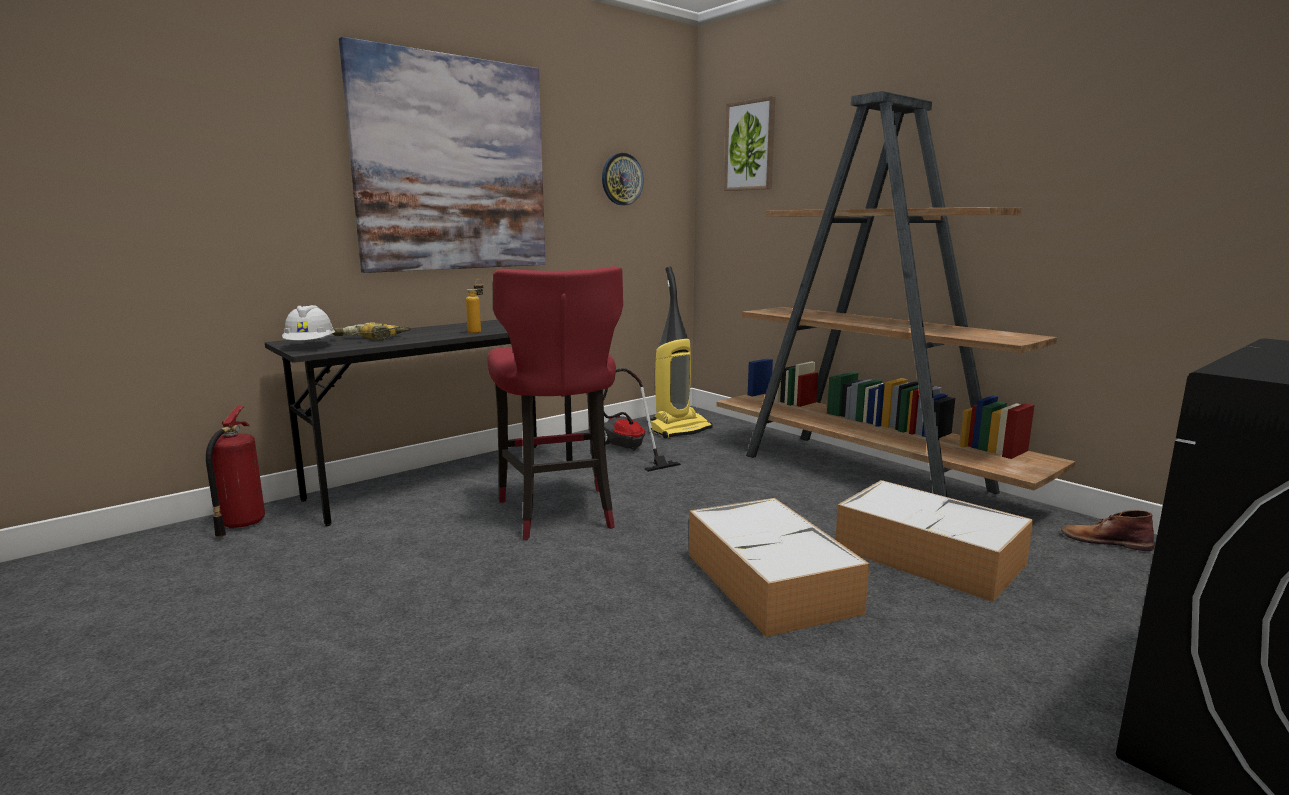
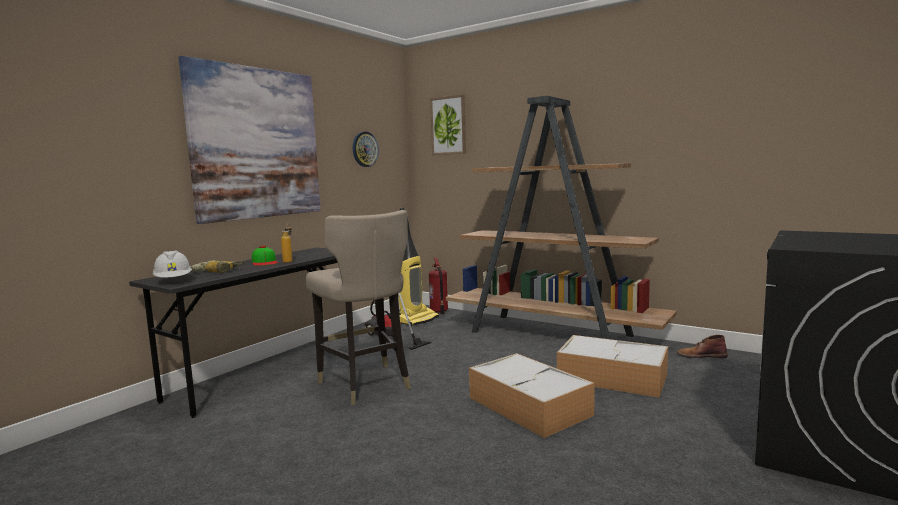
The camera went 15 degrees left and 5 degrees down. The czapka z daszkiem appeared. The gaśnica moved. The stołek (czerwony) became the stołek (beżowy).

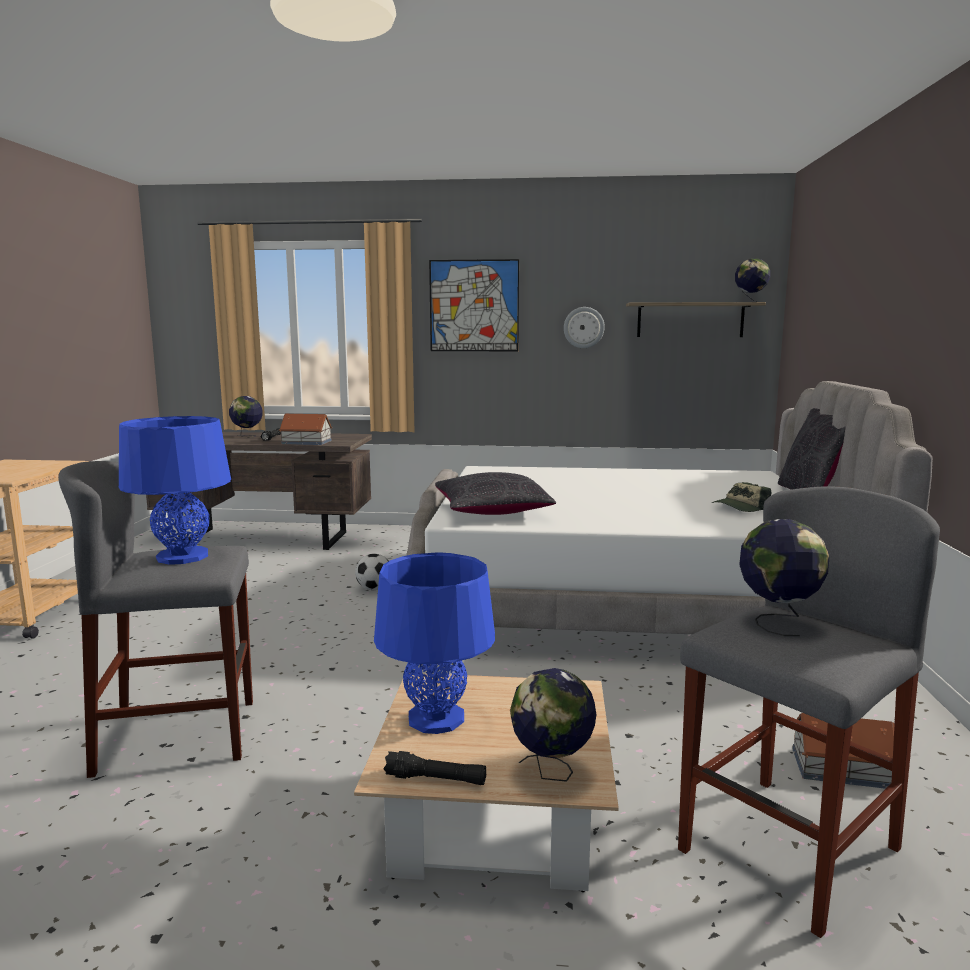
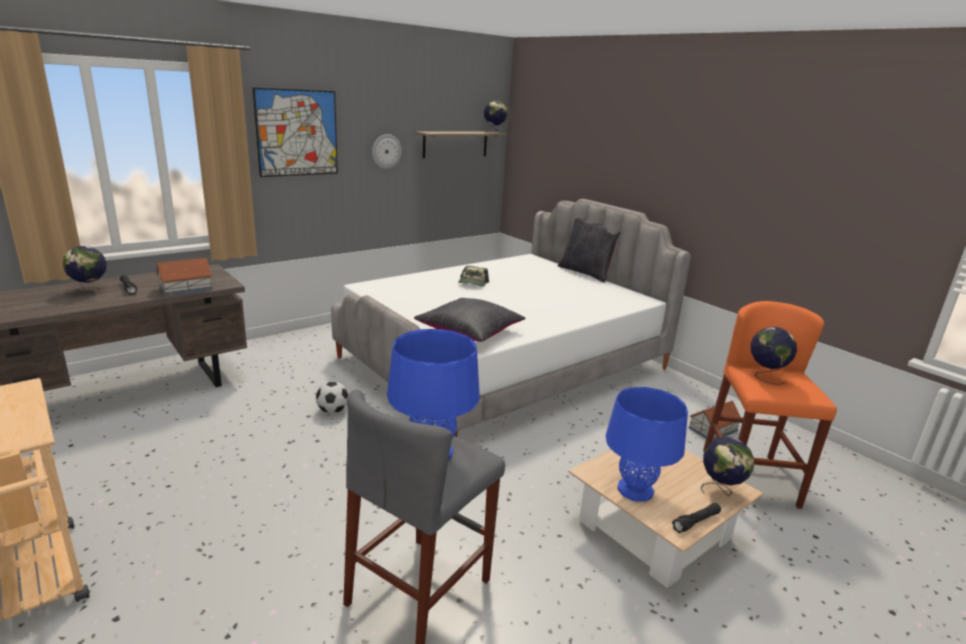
The camera went 45 degrees left and 10 degrees up. The czapka z daszkiem moved. The stołek (szary) (2nd from left) became the stołek (pomarańczowy).

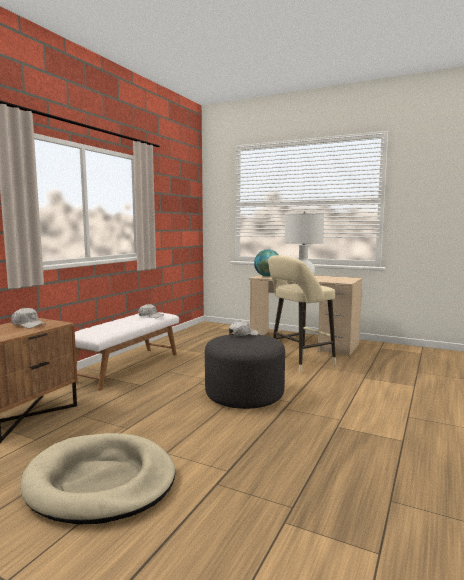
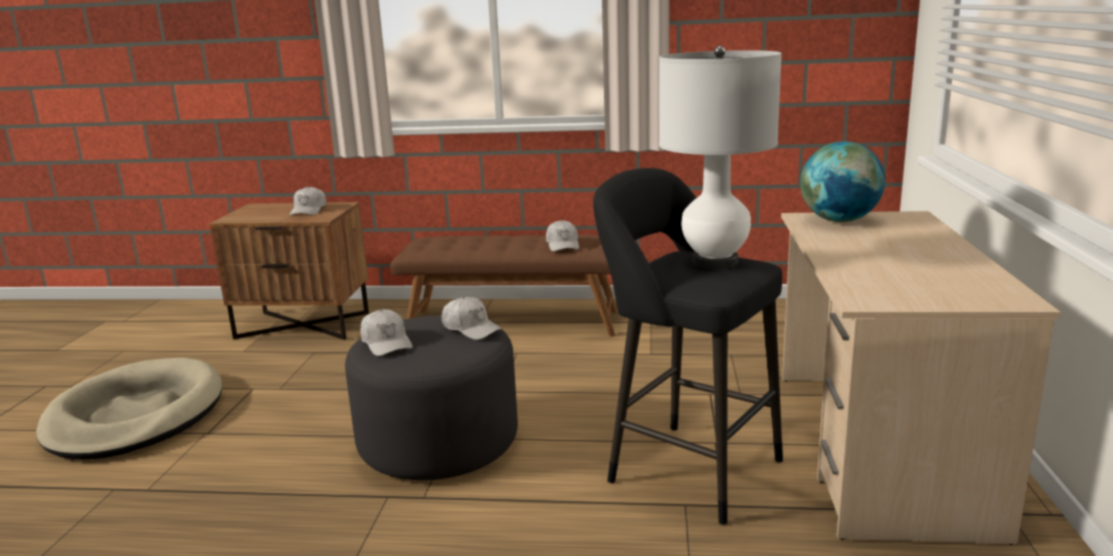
The camera went 70 degrees right and 10 degrees up. The czapka z daszkiem (biały) (2nd from left) appeared. The ławka (biały) became the ławka (brązowy). The stołek (beżowy) became the stołek (czarny).

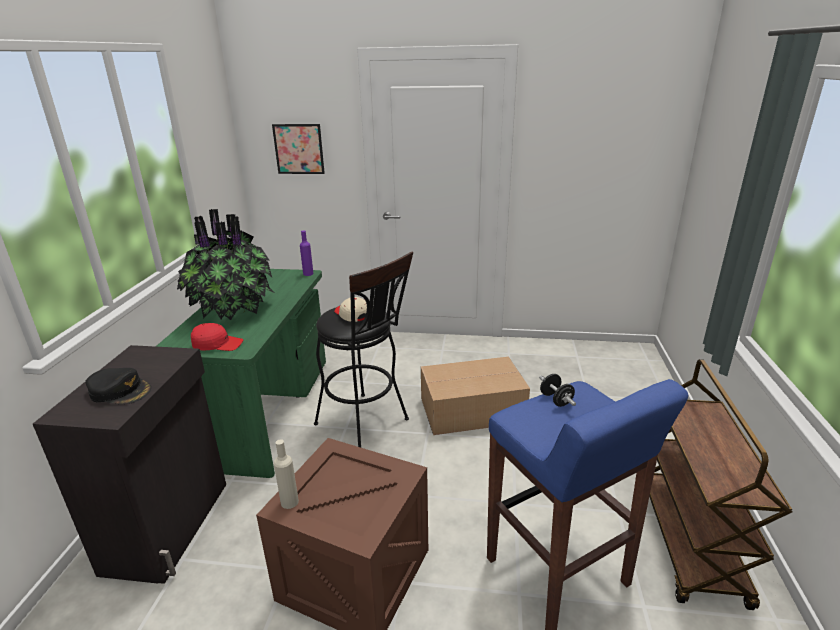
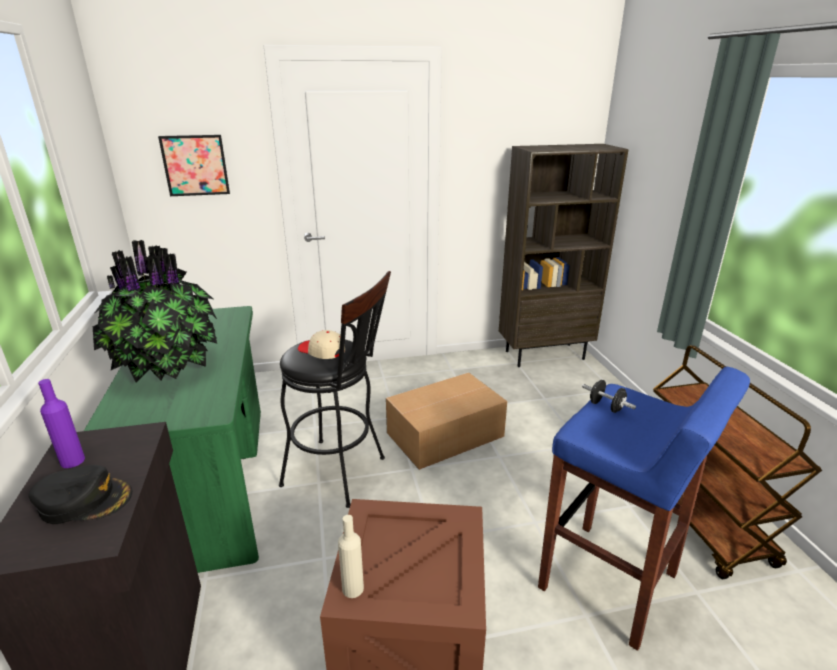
The camera went 20 degrees left and 0 degrees up. The czapka z daszkiem (czerwony) disappeared. The regał (brązowy) appeared. The butelka (fioletowy) moved.

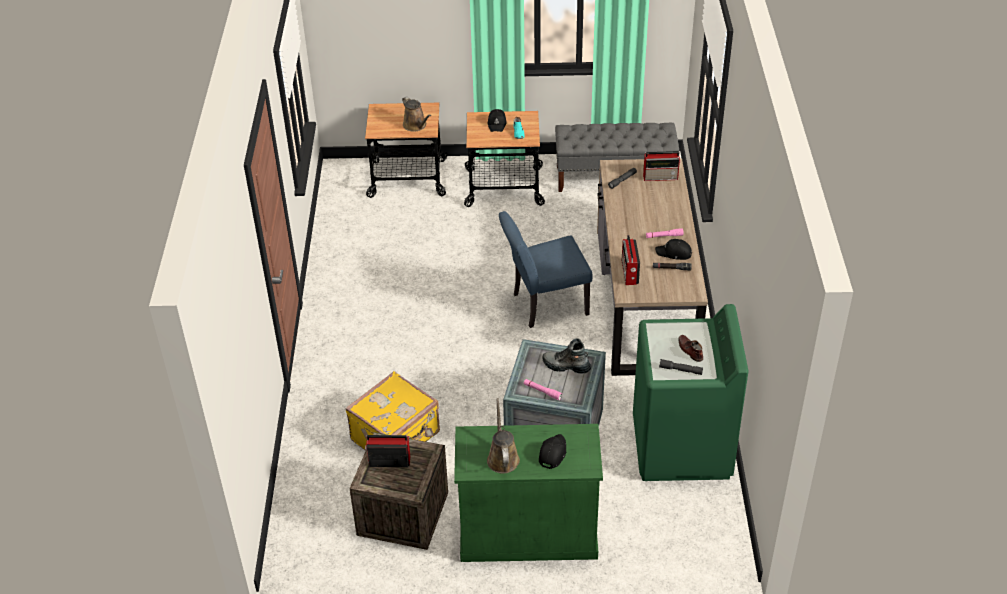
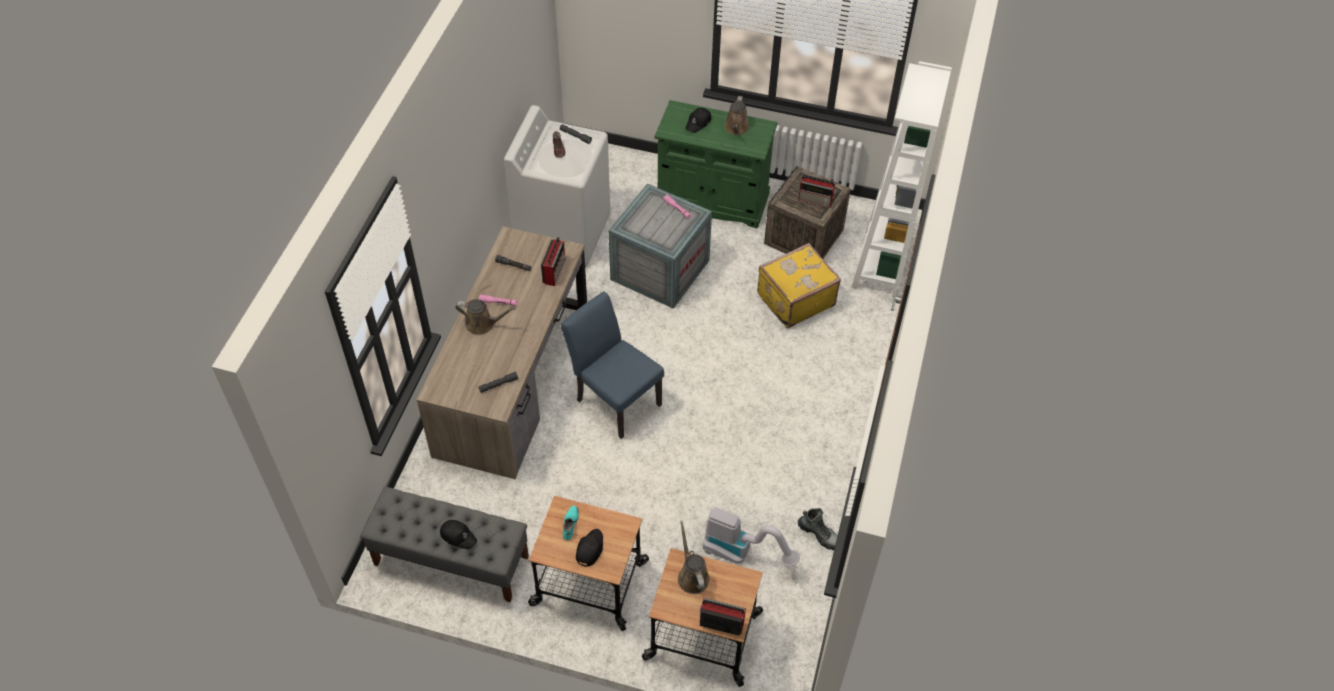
The camera went 165 degrees left and 10 degrees up. The konewka (brązowy) (1st from left) appeared. The odkurzacz appeared. The regał (biały) appeared. The but z cholewką moved. The radio (3rd from left in the first image) moved. The czapka z daszkiem (czarny) (3rd from left in the first image) moved. The pralka (zielony) became the pralka (biały). The krzesło (niebieski) turned 135 degrees counterclockwise.

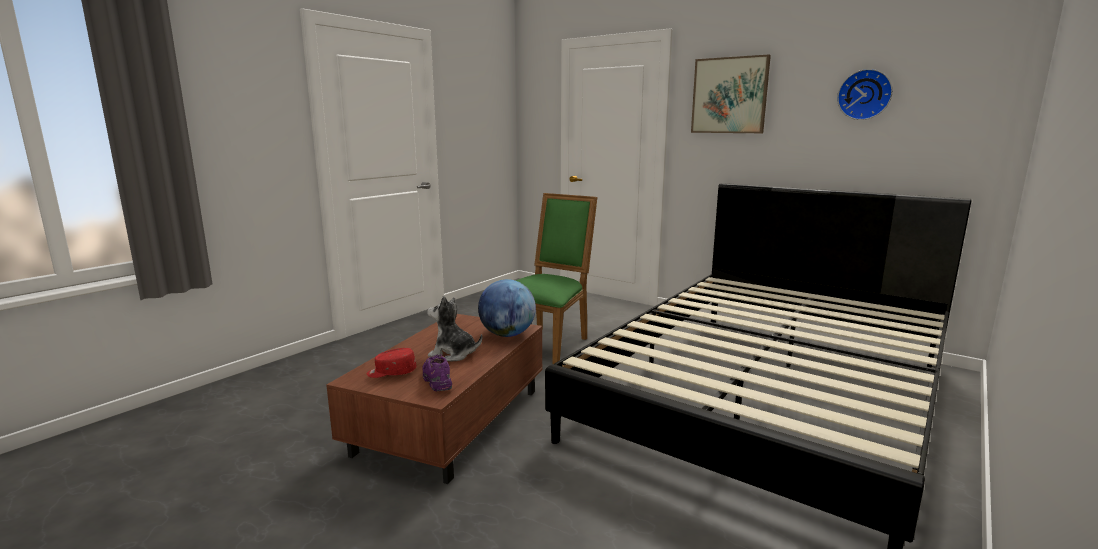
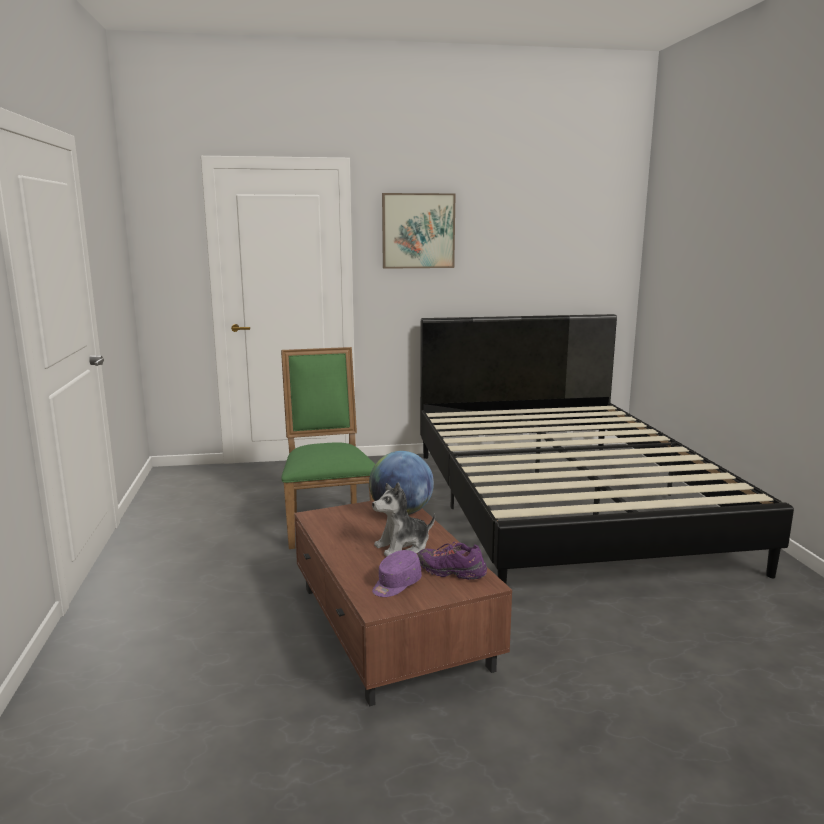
The camera went 45 degrees left and 0 degrees up. The zegar ścienny disappeared. The czapka z daszkiem (czerwony) became the czapka z daszkiem (fioletowy).

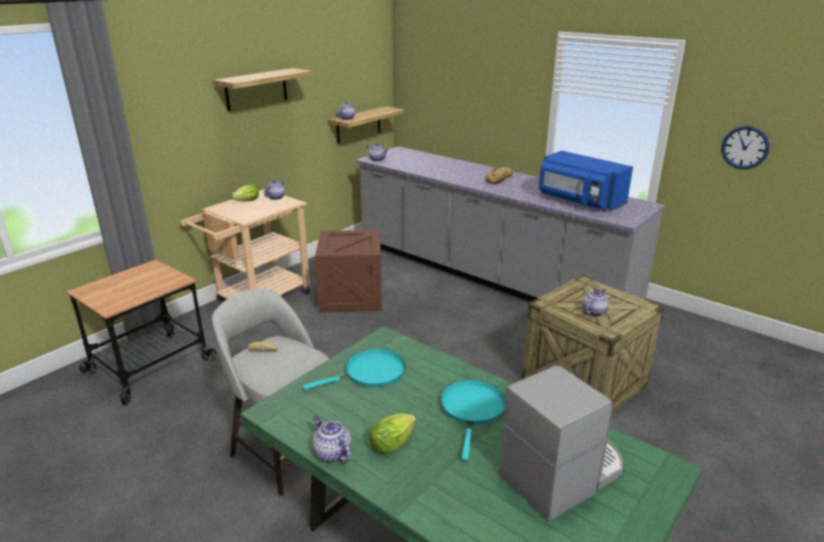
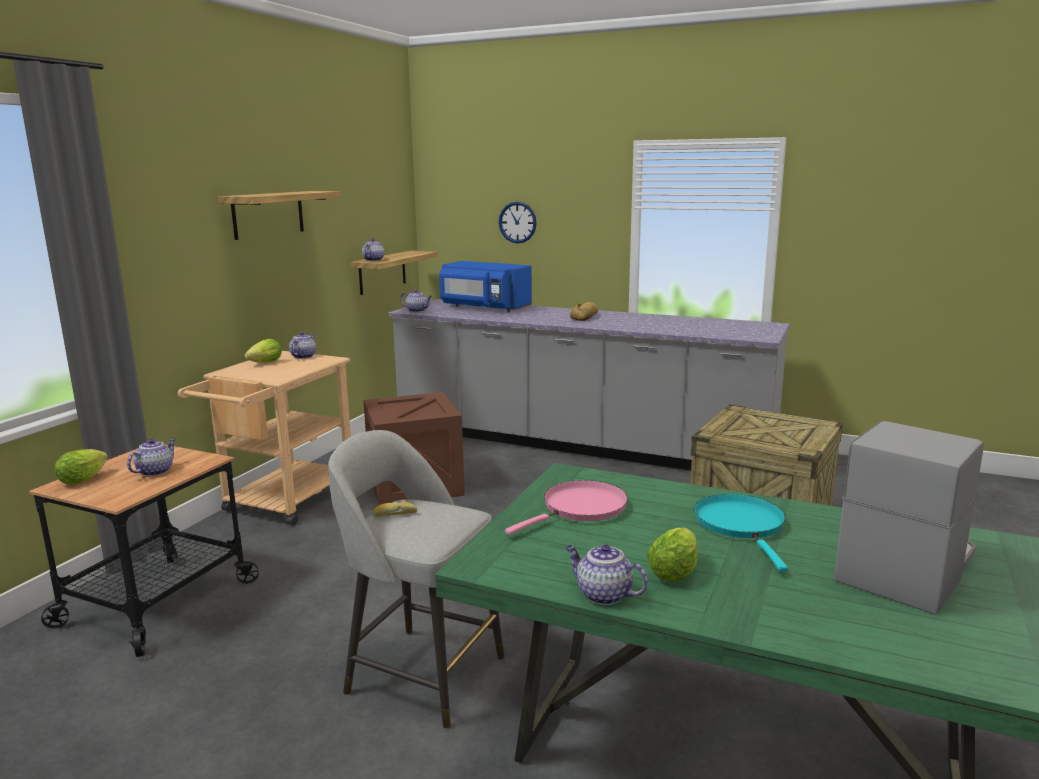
The camera went 15 degrees left and 10 degrees down. The sałata (1st from left) appeared. The mikrofalówka (niebieski) moved. The imbryk (5th from left in the first image) moved. The zegar ścienny moved. The patelnia (turkusowy) (1st from left) became the patelnia (różowy).

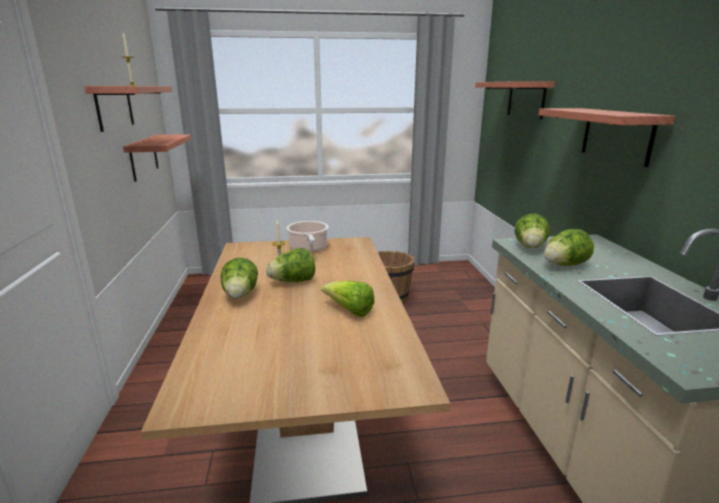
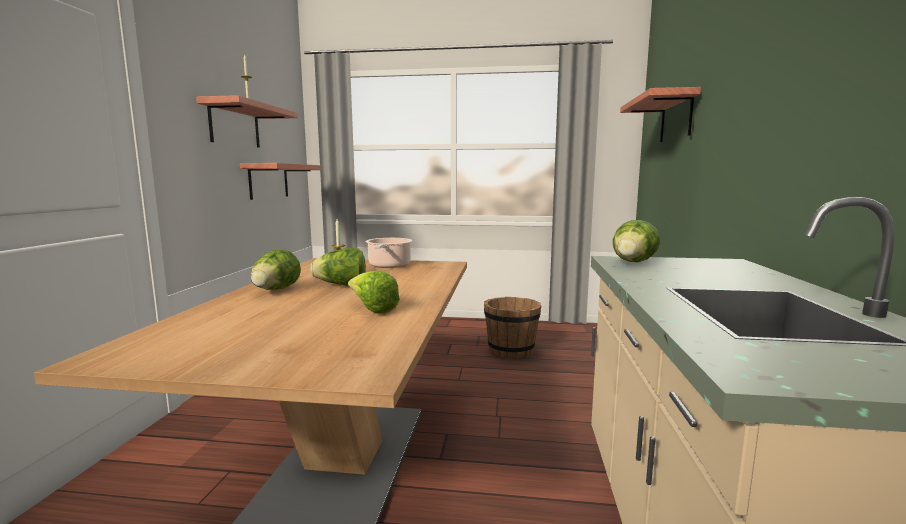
The camera went 15 degrees right and 10 degrees down. The półka (4th from left) disappeared. The sałata (5th from left) disappeared.

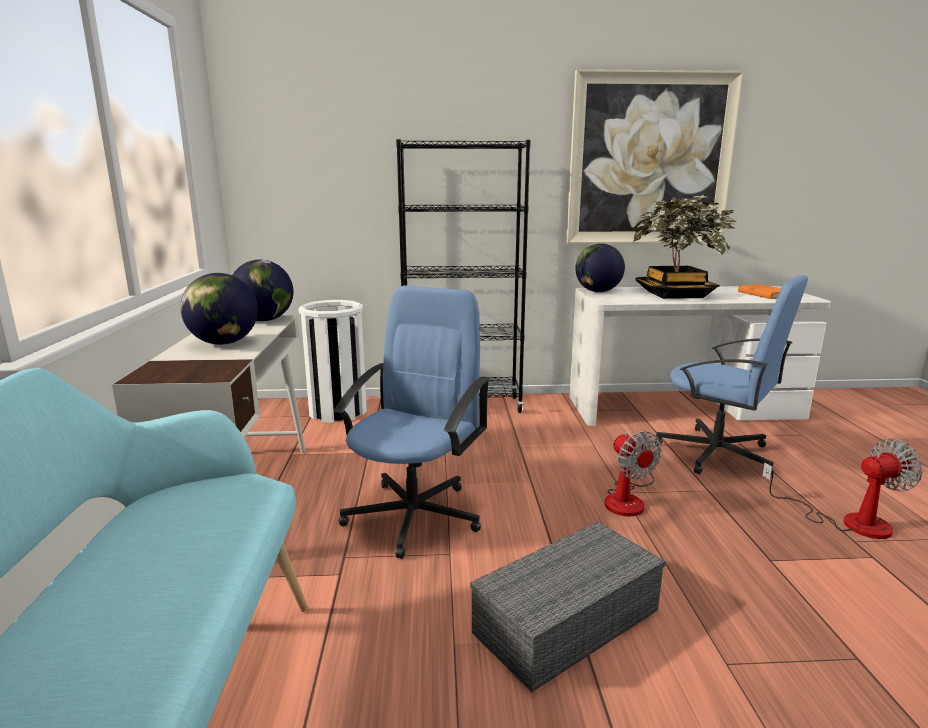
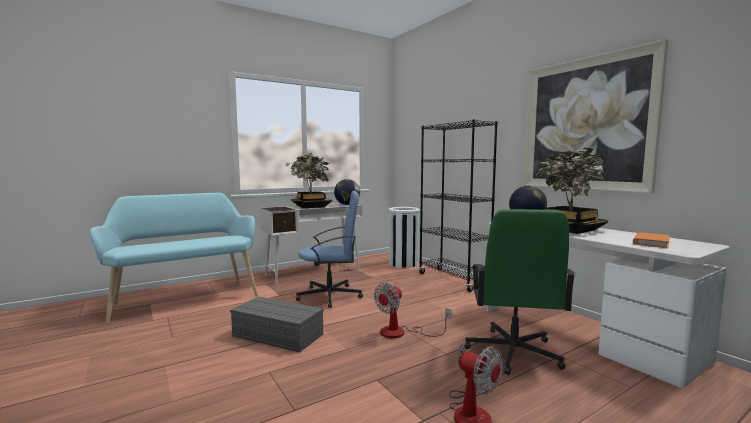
The camera went 60 degrees right and 10 degrees down. The globus (1st from left) was replaced by the roślina doniczkowa (1st from left). The krzesło biurowe (niebieski) (2nd from left) became the krzesło biurowe (zielony).

